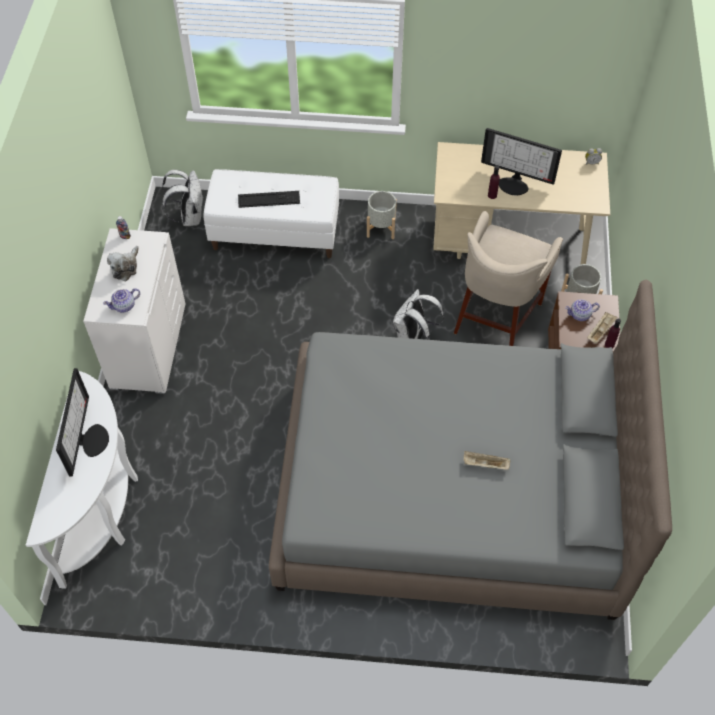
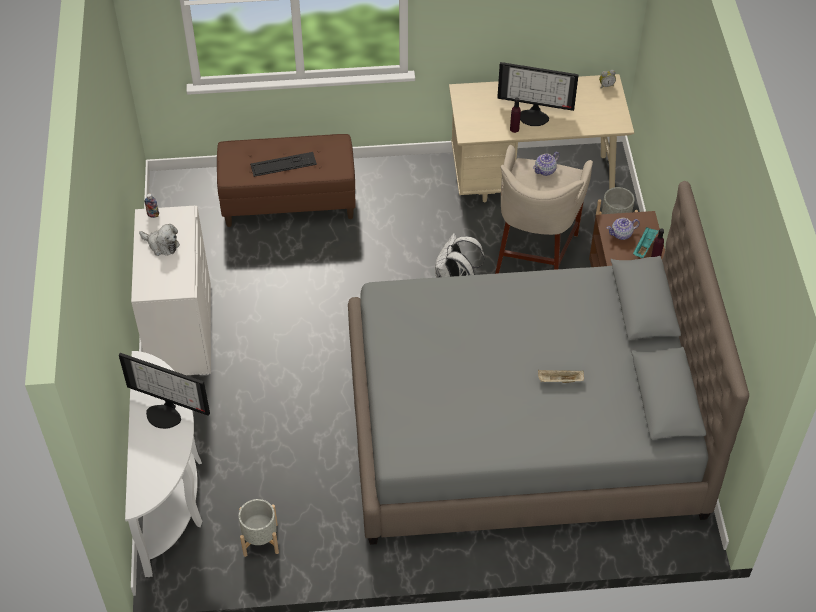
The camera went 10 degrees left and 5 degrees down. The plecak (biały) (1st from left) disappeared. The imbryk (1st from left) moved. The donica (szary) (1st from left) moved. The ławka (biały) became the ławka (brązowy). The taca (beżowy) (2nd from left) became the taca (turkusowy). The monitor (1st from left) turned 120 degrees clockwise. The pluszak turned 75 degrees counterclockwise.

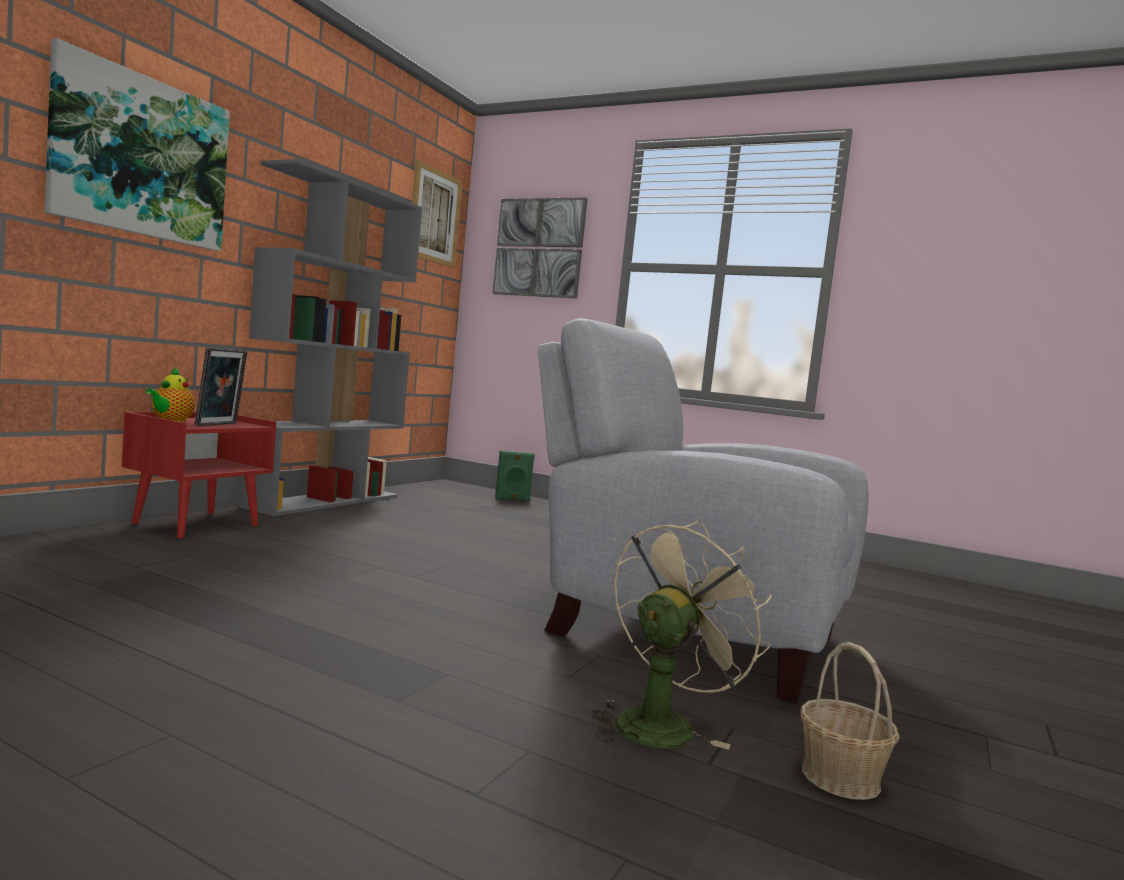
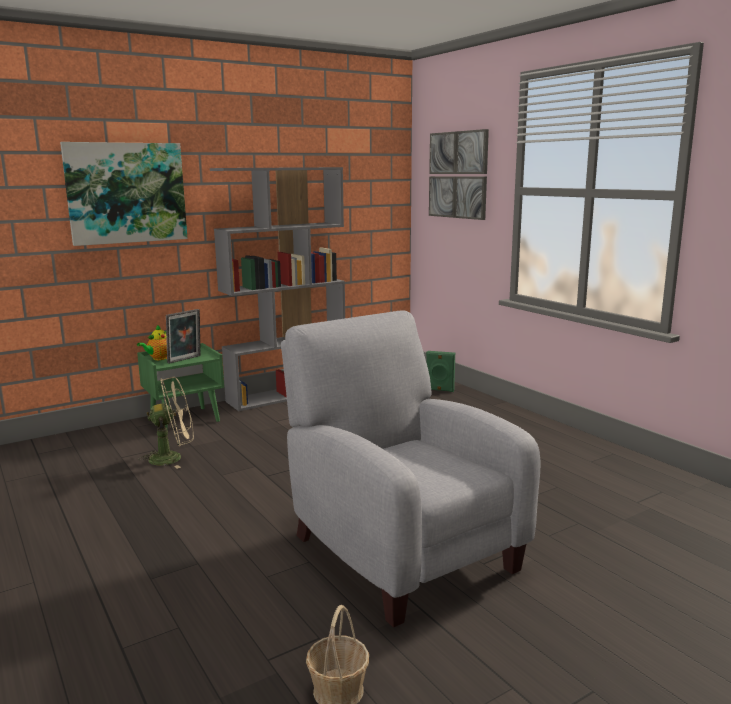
The camera went 30 degrees right and 10 degrees up. The obraz (2nd from left) disappeared. The wentylator (beżowy) moved. The szafka nocna (czerwony) became the szafka nocna (zielony).

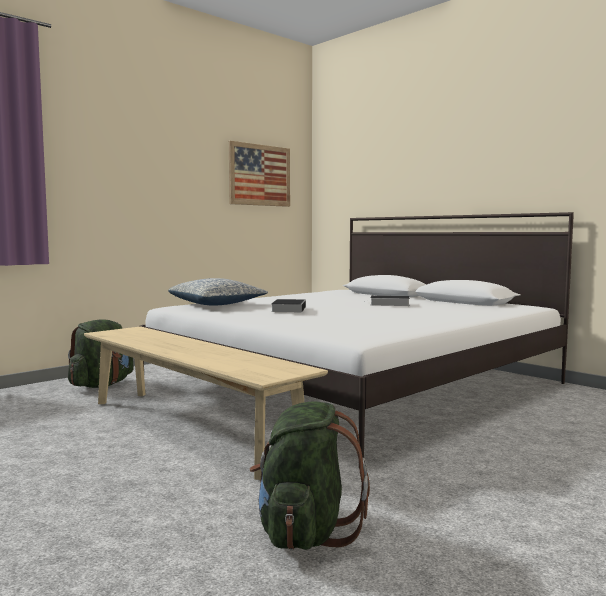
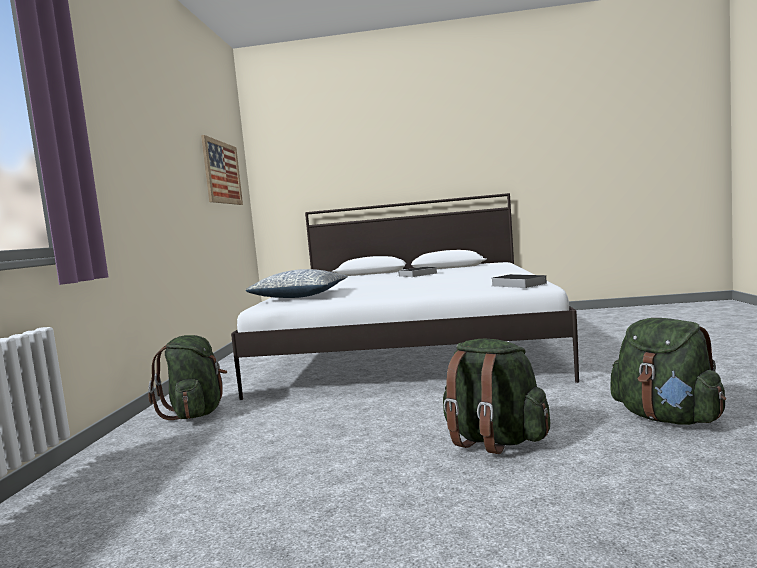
The camera went 40 degrees left and 0 degrees up. The ławka (beżowy) disappeared. The plecak (zielony) (2nd from left) appeared. The książka (1st from left in the first image) moved.

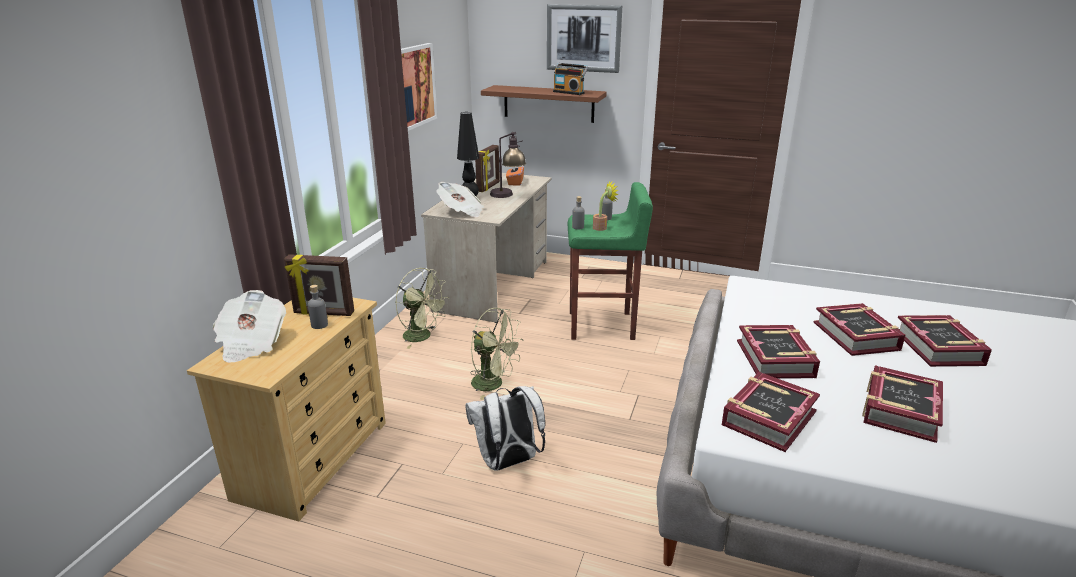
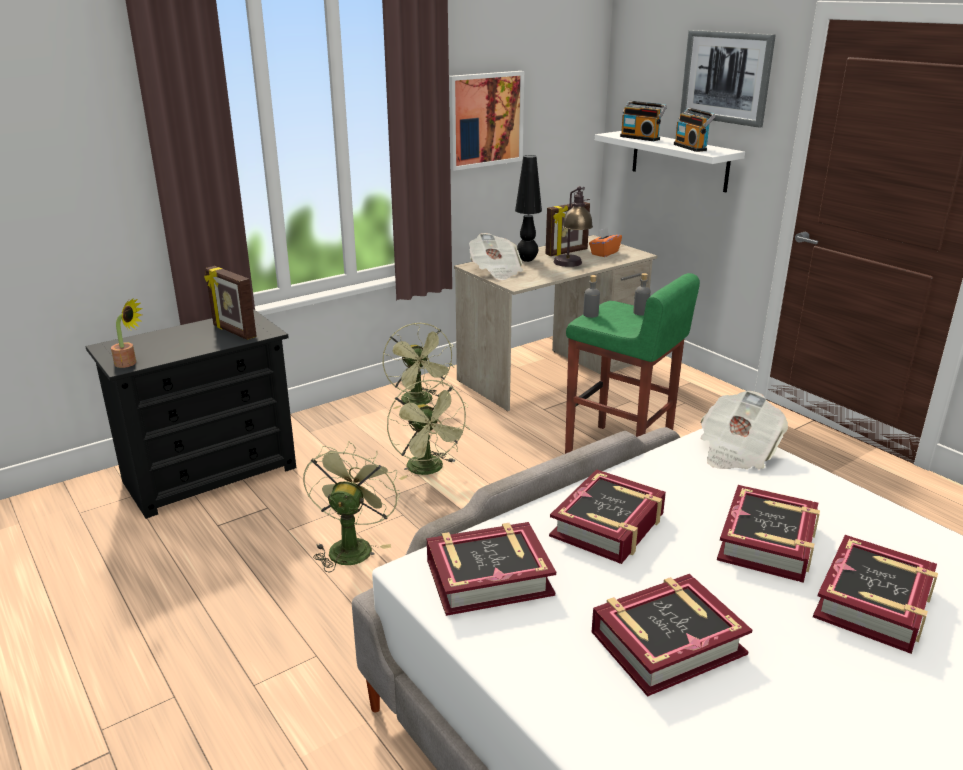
The camera went 35 degrees right and 0 degrees up. The butelka (szary) (1st from left) disappeared. The radio (1st from left) appeared. The gazeta (1st from left in the first image) moved. The roślina doniczkowa moved. The plecak (biały) was replaced by the wentylator (zielony) (1st from left). The komoda (beżowy) became the komoda (czarny). The półka (brązowy) became the półka (biały).

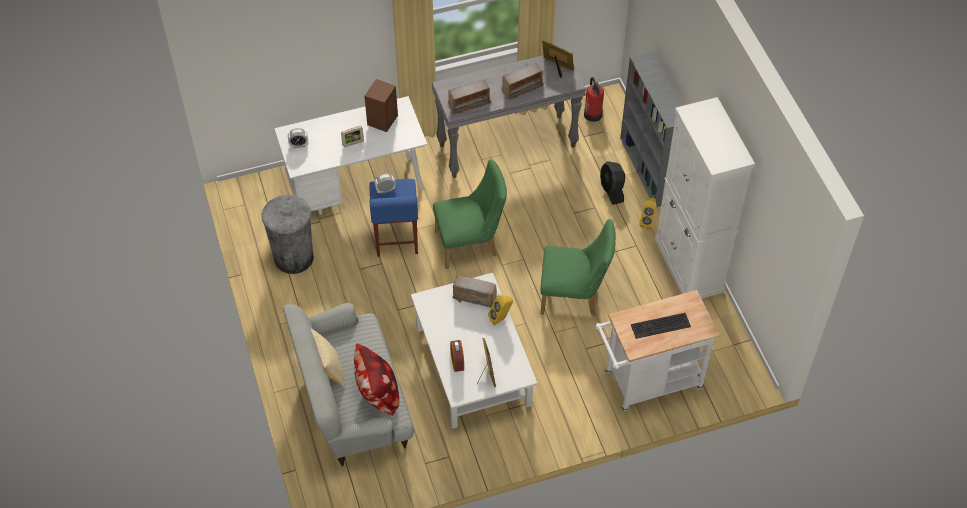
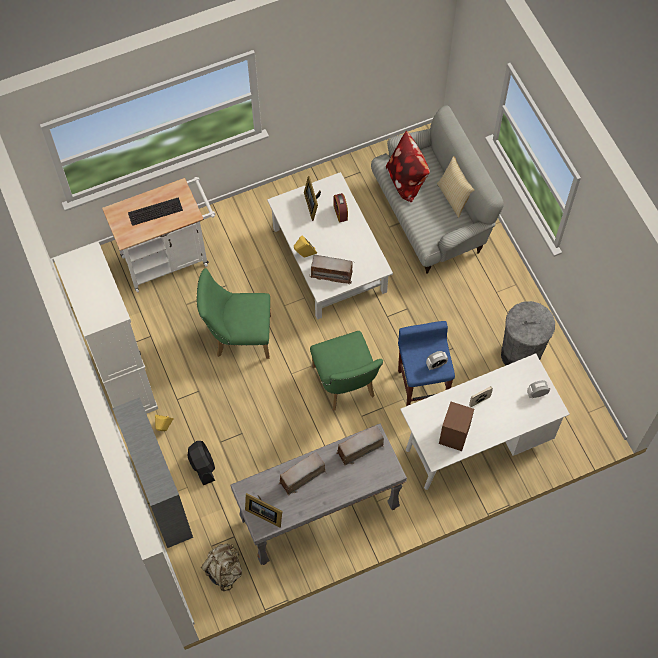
The camera went 175 degrees right and 10 degrees up. The gaśnica was replaced by the plecak (beżowy). The krzesło (zielony) (1st from left in the first image) turned 90 degrees counterclockwise.

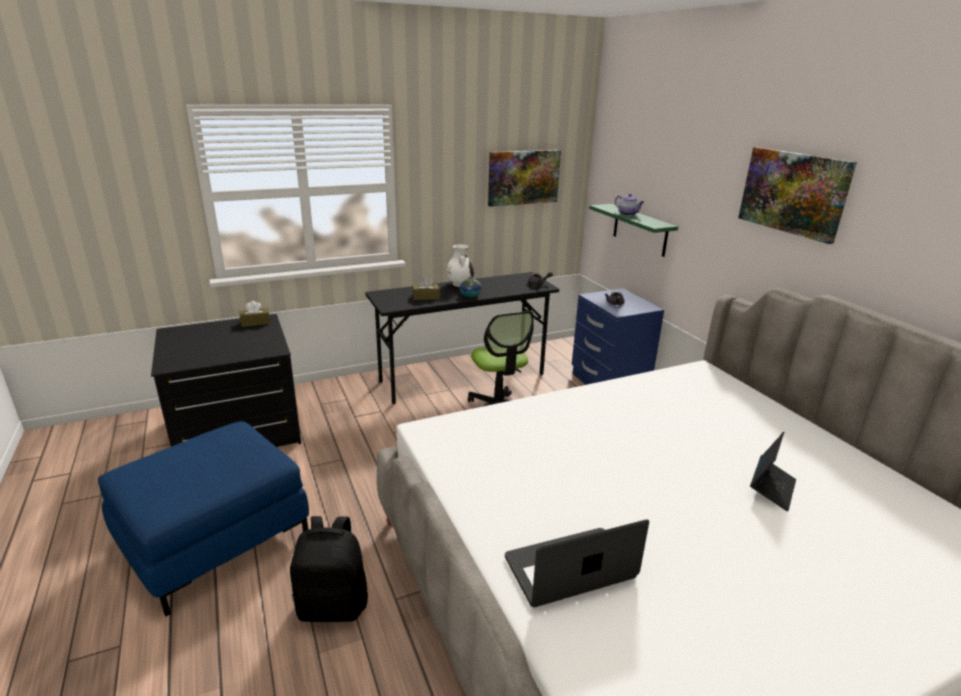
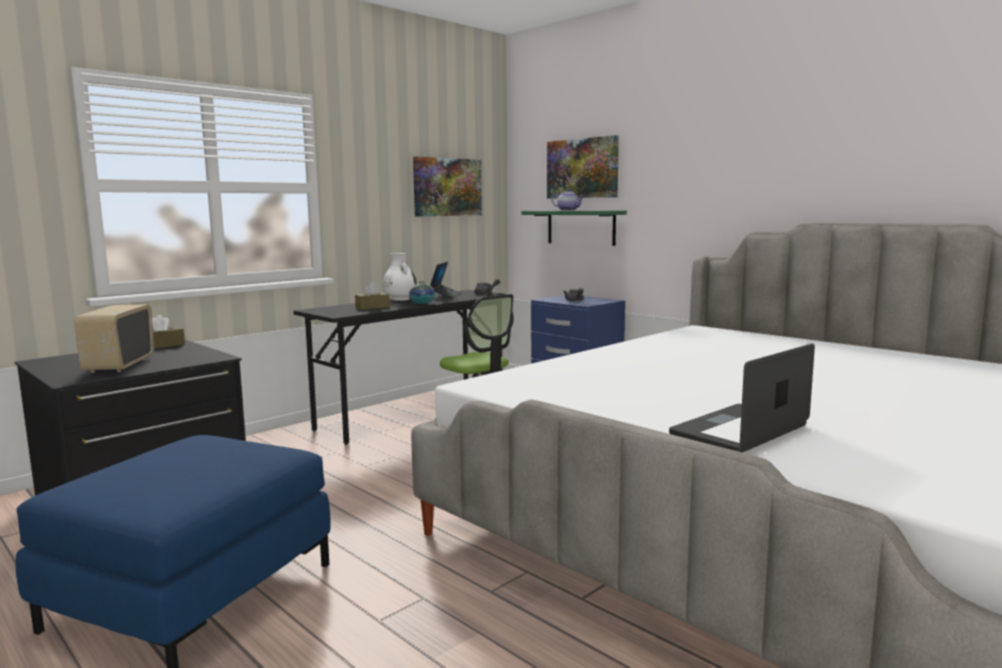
The camera went 20 degrees left and 15 degrees down. The plecak (czarny) disappeared. The radio appeared. The obraz (2nd from left) moved. The laptop (2nd from left in the first image) moved.

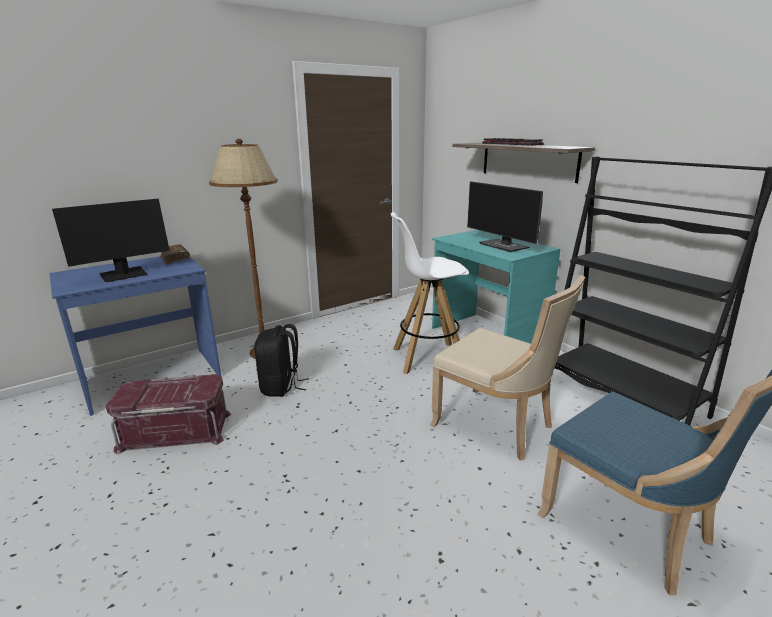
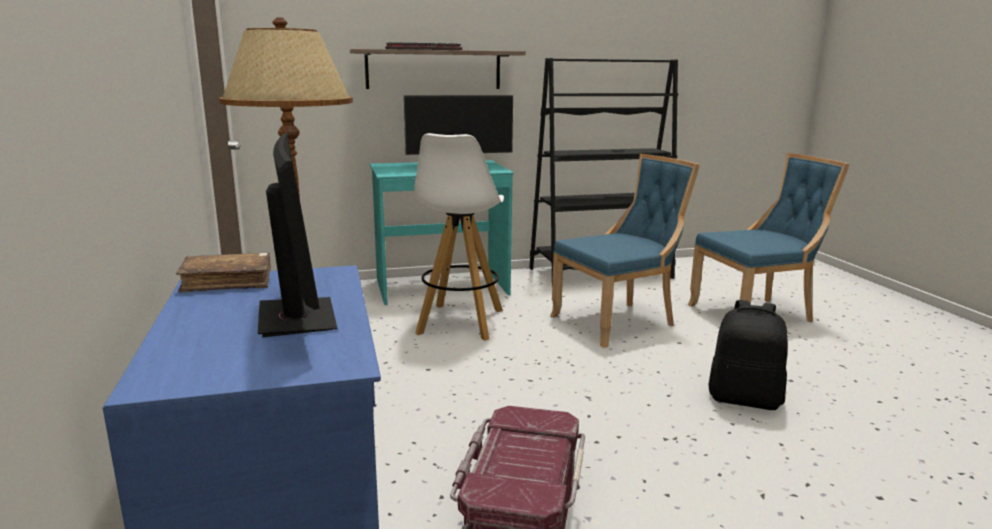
The camera went 70 degrees left and 5 degrees down. The plecak (czarny) moved. The krzesło (beżowy) became the krzesło (niebieski) (1st from left).

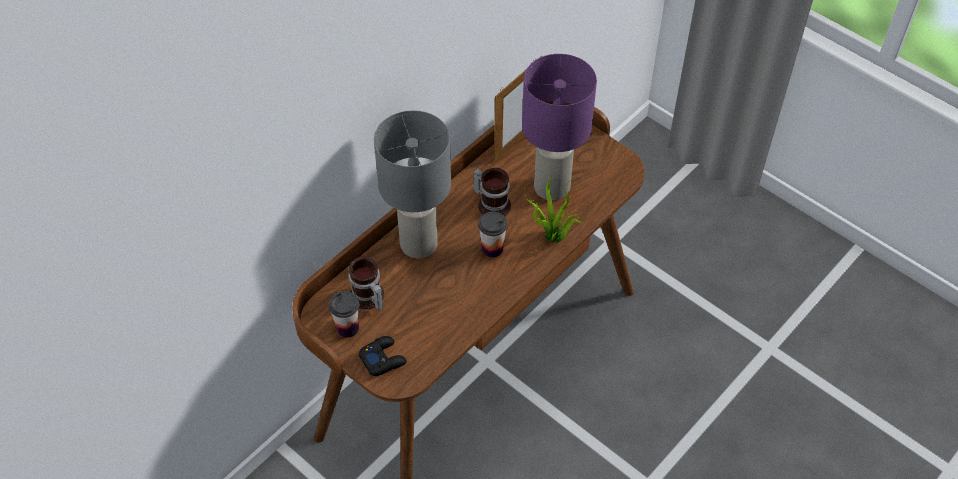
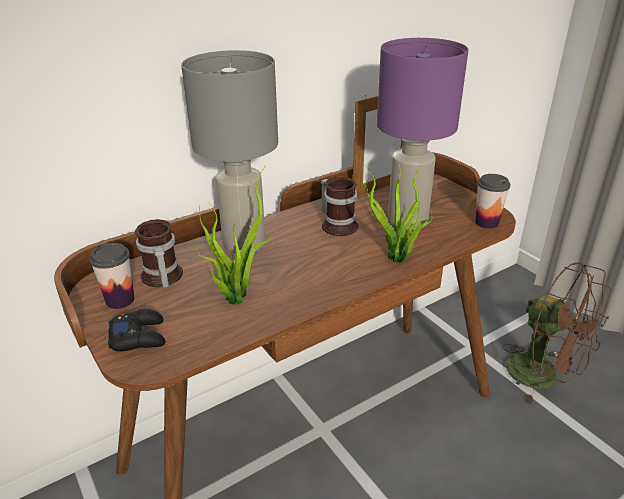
The camera went 15 degrees right and 20 degrees down. The roślina doniczkowa (1st from left) appeared. The wentylator (brązowy) appeared. The filiżanka (2nd from left) moved.

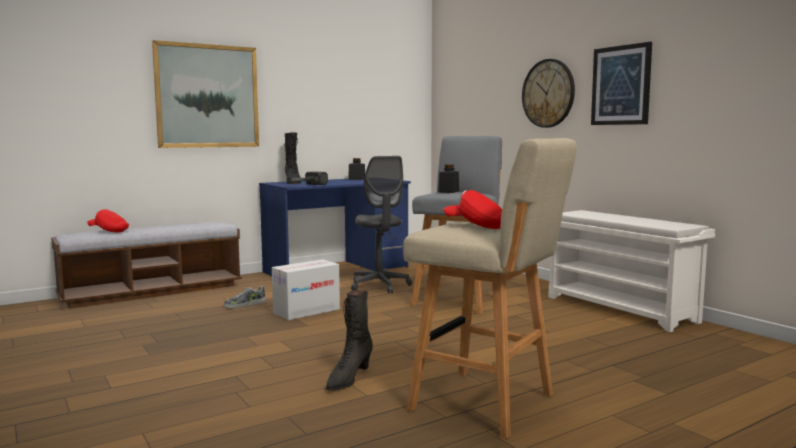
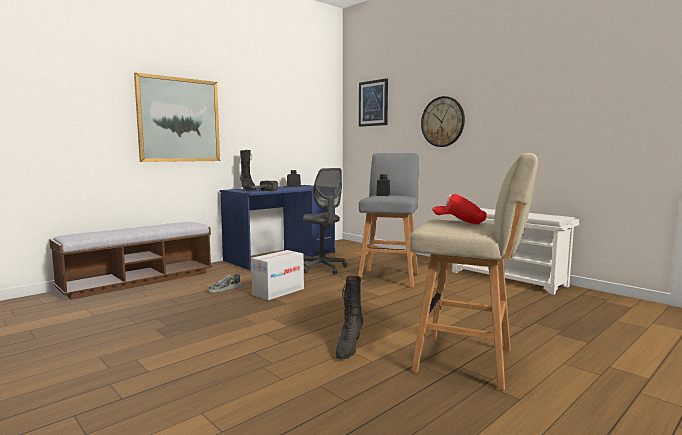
The camera went 10 degrees left and 0 degrees up. The czapka z daszkiem (czerwony) (1st from left) disappeared. The obraz (2nd from left) moved.

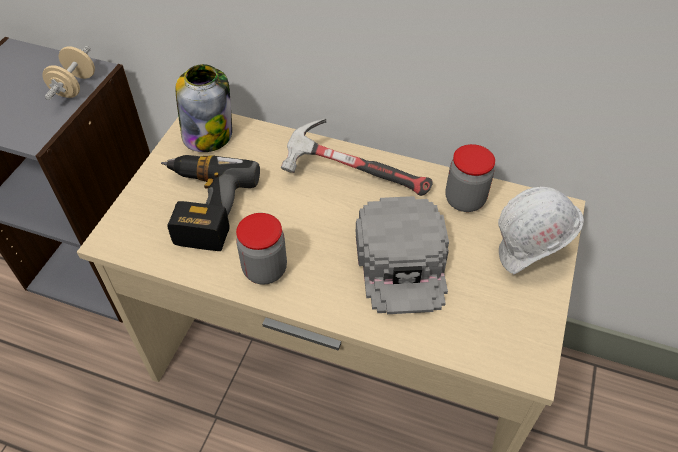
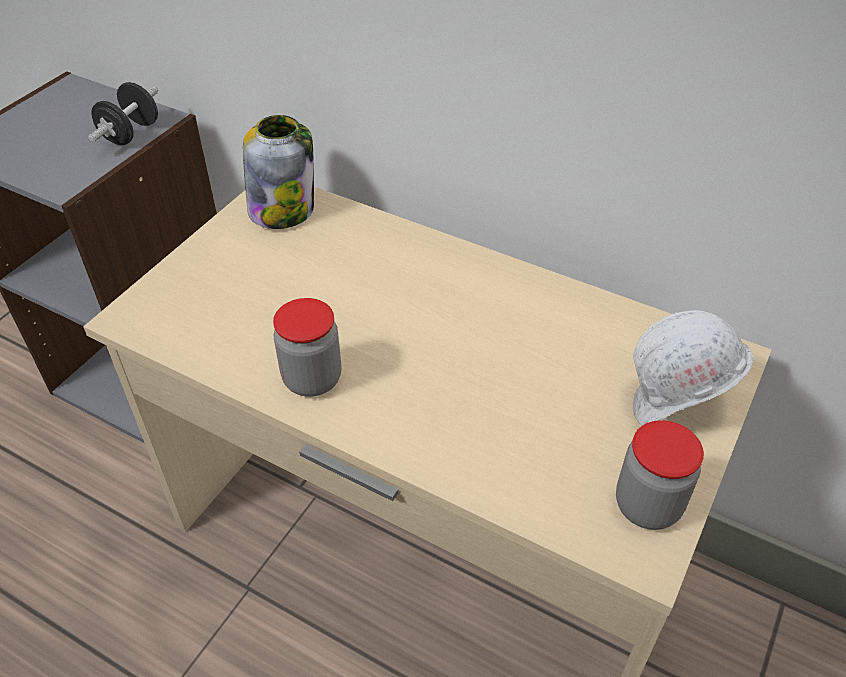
The camera went 10 degrees right and 5 degrees down. The wiertarka disappeared. The młotek disappeared. The czapka z daszkiem (szary) disappeared. The słoik (3rd from left) moved. The hantel (beżowy) became the hantel (czarny).

